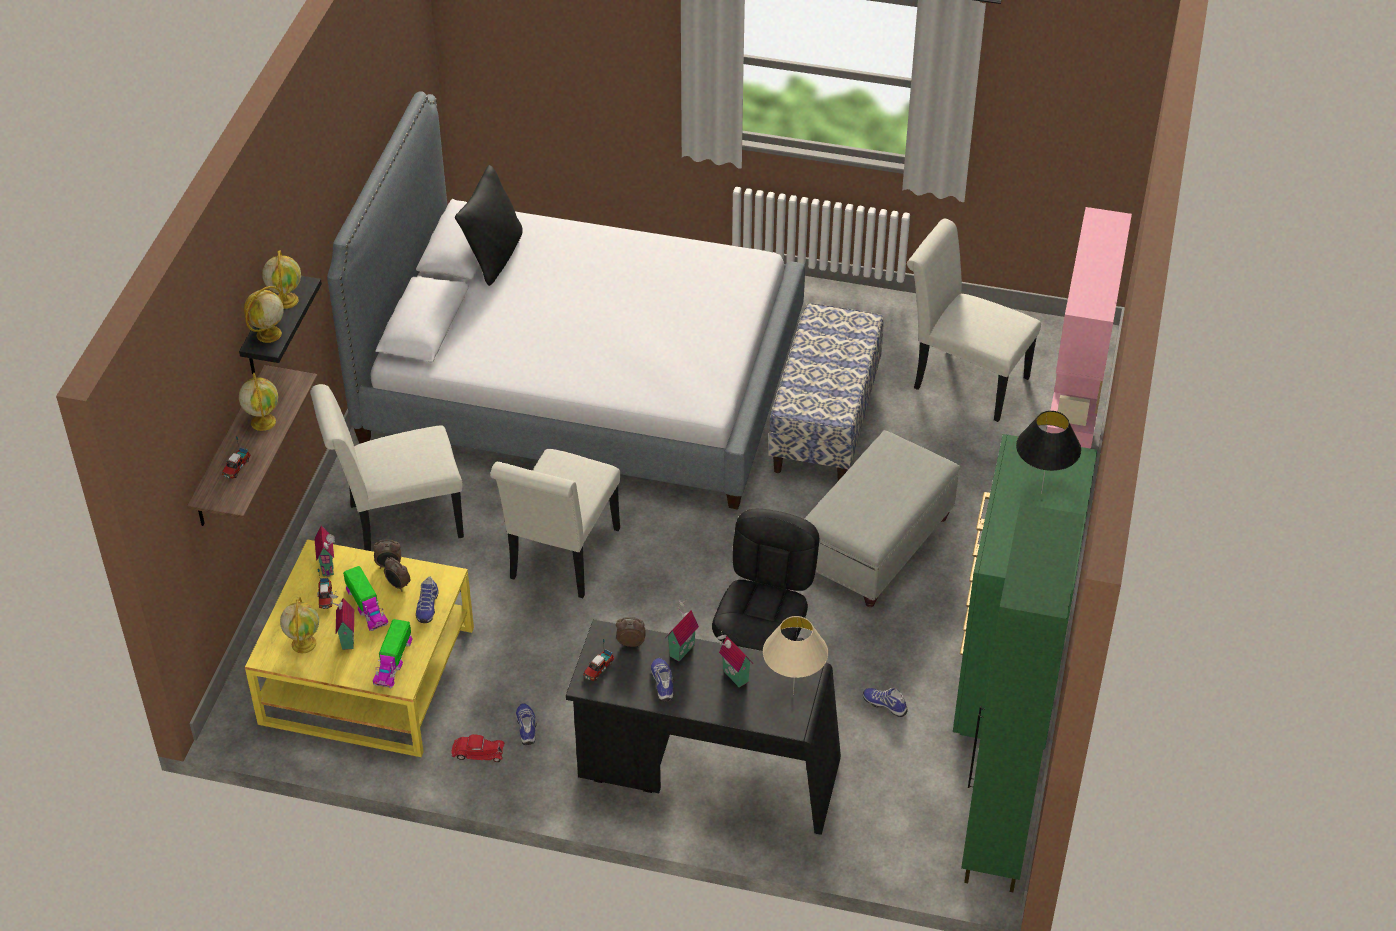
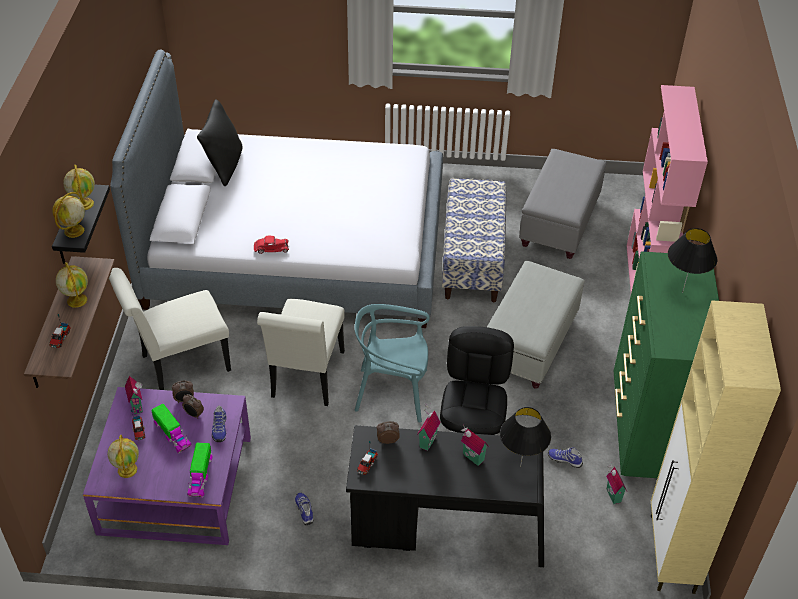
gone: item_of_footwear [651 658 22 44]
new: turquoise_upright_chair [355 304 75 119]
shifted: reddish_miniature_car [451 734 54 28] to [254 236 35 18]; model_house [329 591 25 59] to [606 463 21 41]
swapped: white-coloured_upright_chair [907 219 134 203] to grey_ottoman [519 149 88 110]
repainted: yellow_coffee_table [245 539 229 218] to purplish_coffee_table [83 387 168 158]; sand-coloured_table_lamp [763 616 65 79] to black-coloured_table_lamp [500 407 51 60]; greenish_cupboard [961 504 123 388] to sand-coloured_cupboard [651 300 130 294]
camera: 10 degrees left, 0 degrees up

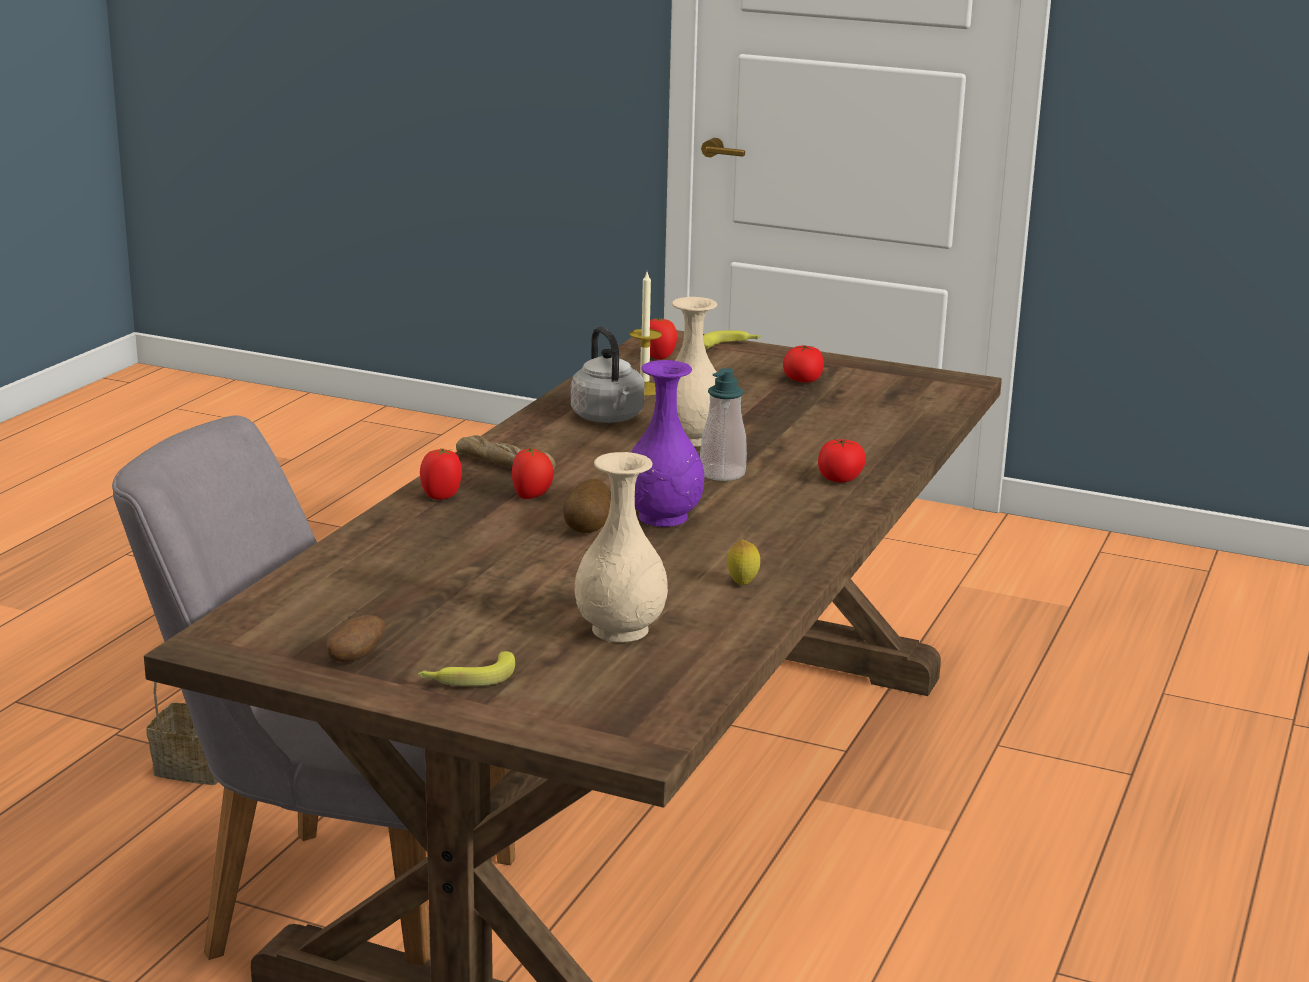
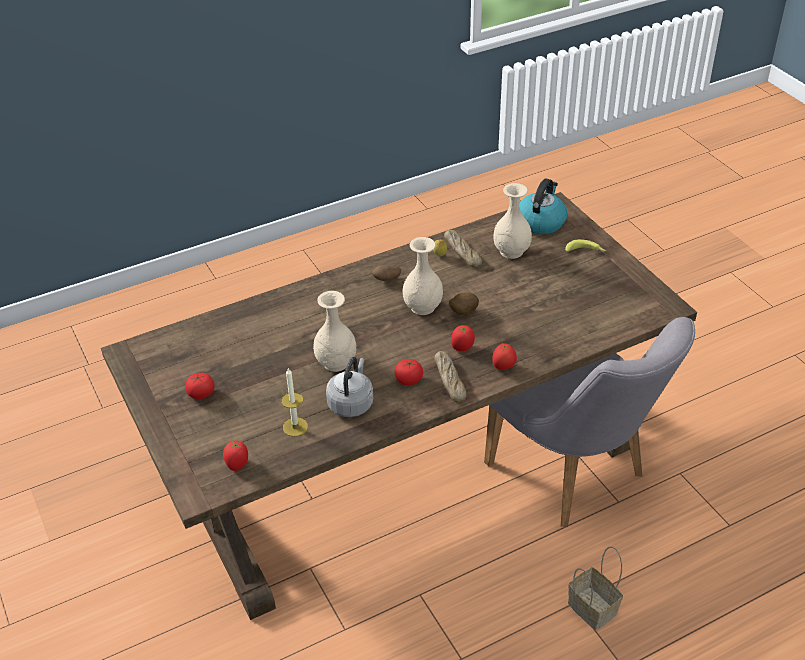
gone: liquid_soap_bottle [700 368 47 113]; banana_fruit [703 330 58 20]
new: bakery_bread [444 230 38 38]; kettle [519 178 48 56]
shifted: whole_potato [326 615 59 47] to [372 265 29 16]; tomato [818 439 48 44] to [394 359 29 27]
repainted: purplish_decorative_vase [631 360 74 167] to sand-coloured_decorative_vase [403 237 40 78]
camera: 140 degrees left, 20 degrees up

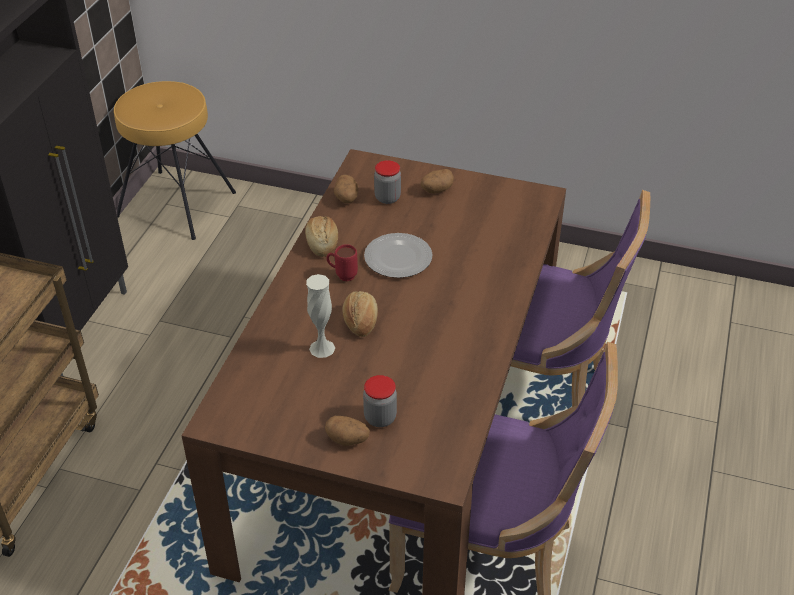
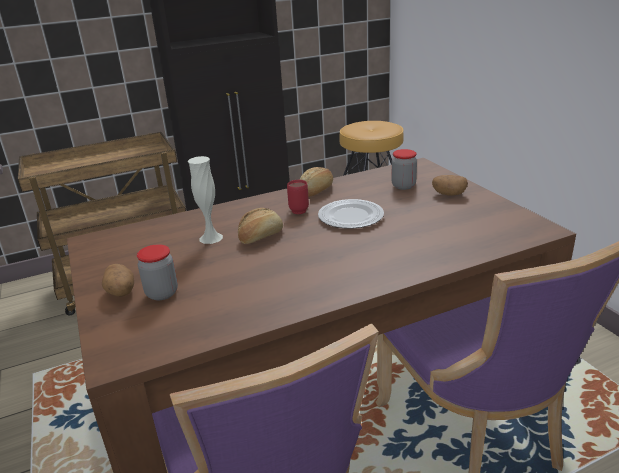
gone: whole_potato [334 175 25 28]
camera: 50 degrees right, 15 degrees down

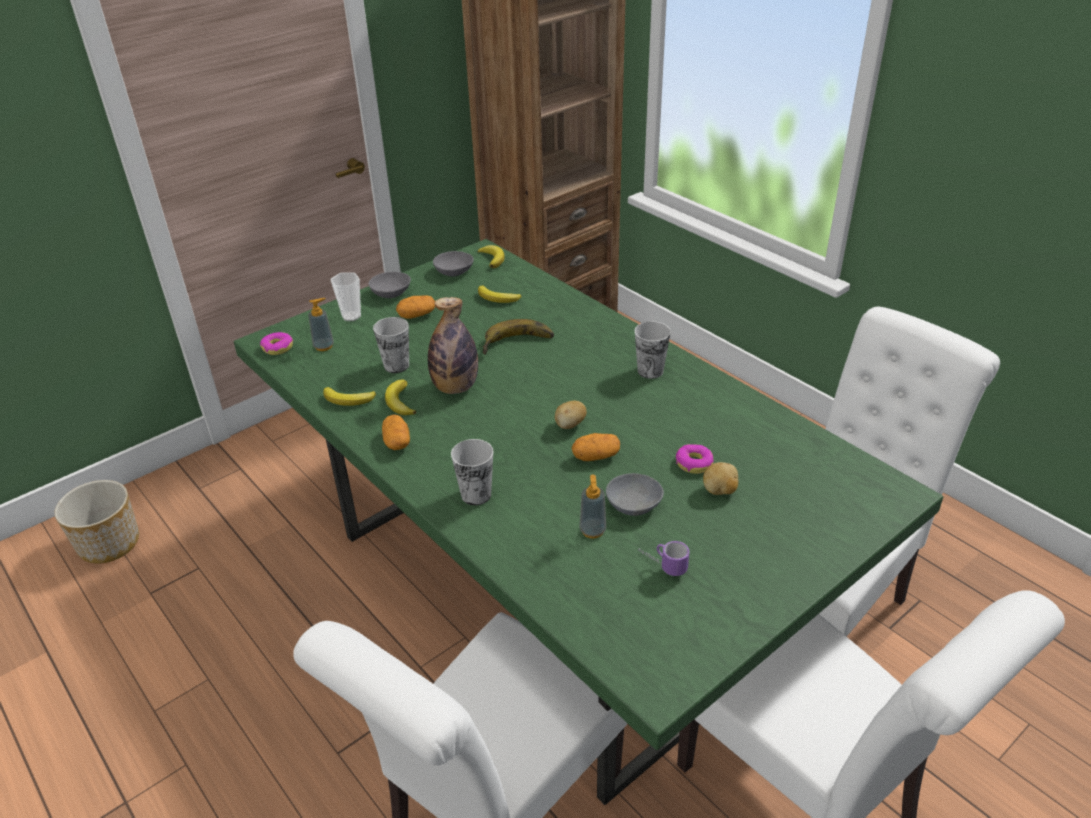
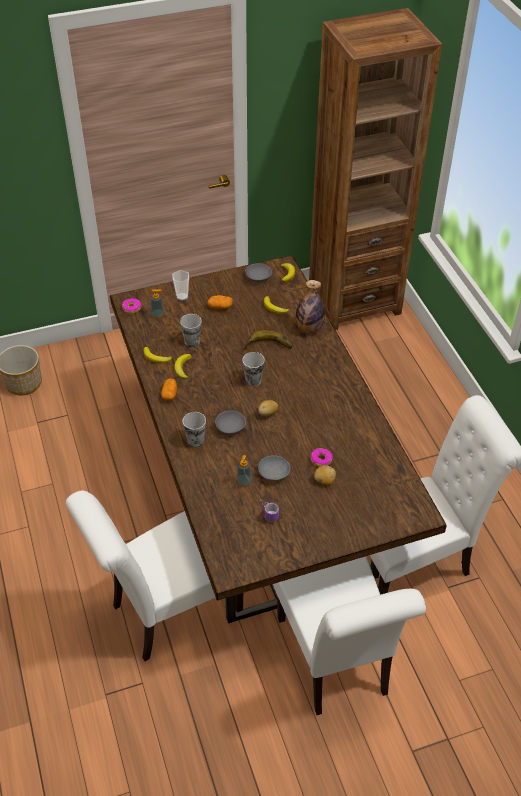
gone: whole_potato [572 433 48 28]
shifted: grey_deep_dish [369 272 42 26] to [215 411 31 24]; small_cup [635 321 36 58] to [242 352 23 34]; bottle [428 297 50 97] to [296 280 29 53]
repainted: greenish_dining_table [234 239 709 566] to brown-coloured_dining_table [110 255 337 368]
camera: 20 degrees right, 10 degrees up

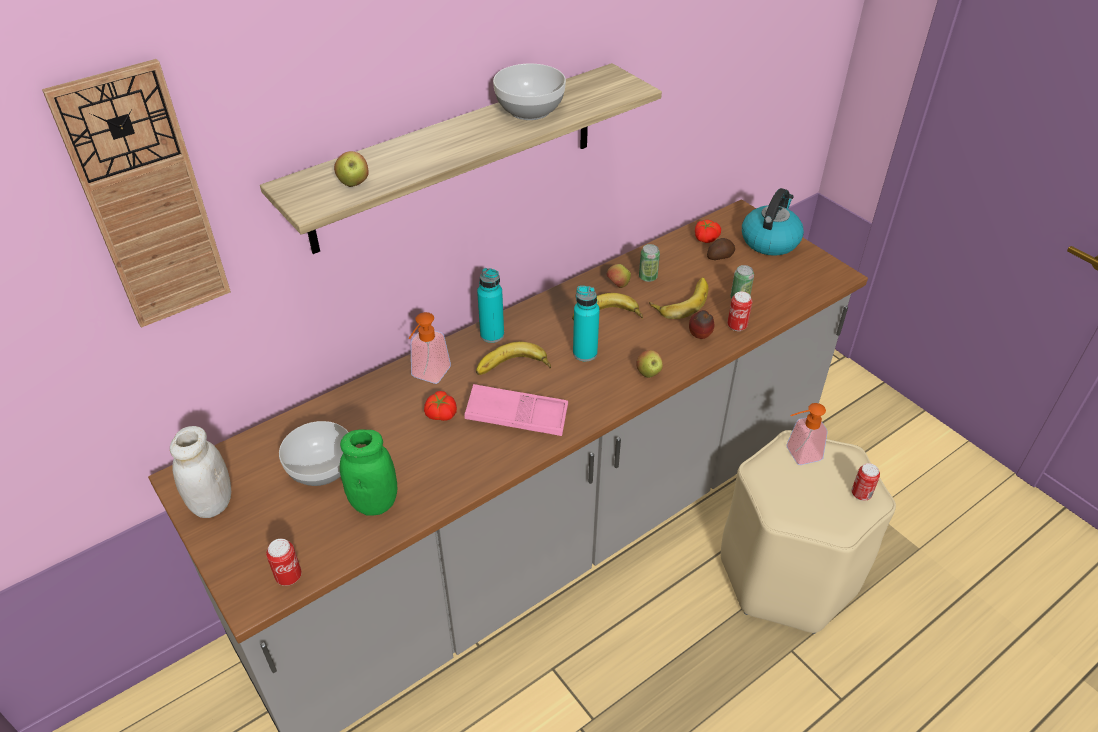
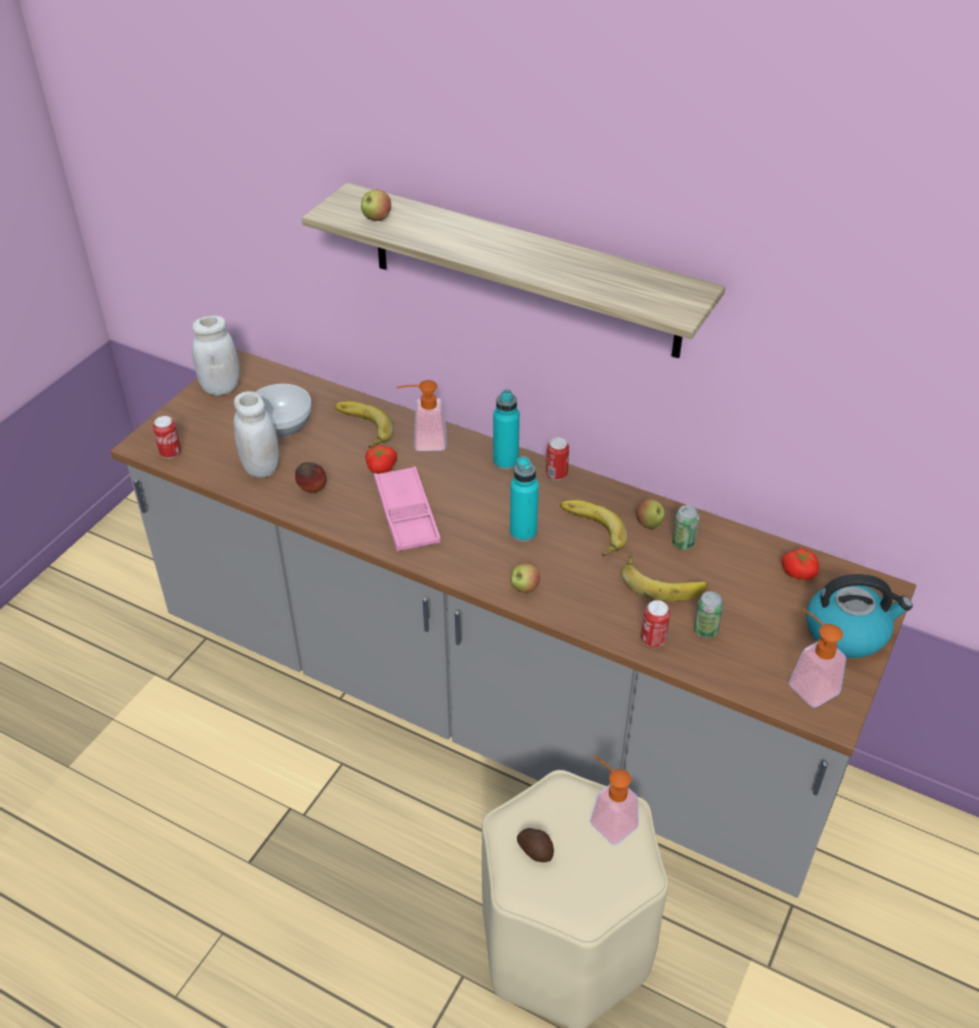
gone: wall_clock [42 59 189 269]; deep_dish [493 64 73 56]
new: liquid_soap_bottle [789 608 57 100]
shifted: whole_apple [689 310 26 29] to [295 462 32 31]; banana_fruit [476 342 75 33] to [335 401 58 47]; whole_potato [707 238 28 22] to [517 828 37 34]; metal_can [851 463 29 38] to [546 437 23 43]
repainted: greenish_preserve_jar [340 429 58 86] to white-coloured_preserve_jar [234 391 45 87]
camera: 65 degrees right, 0 degrees up

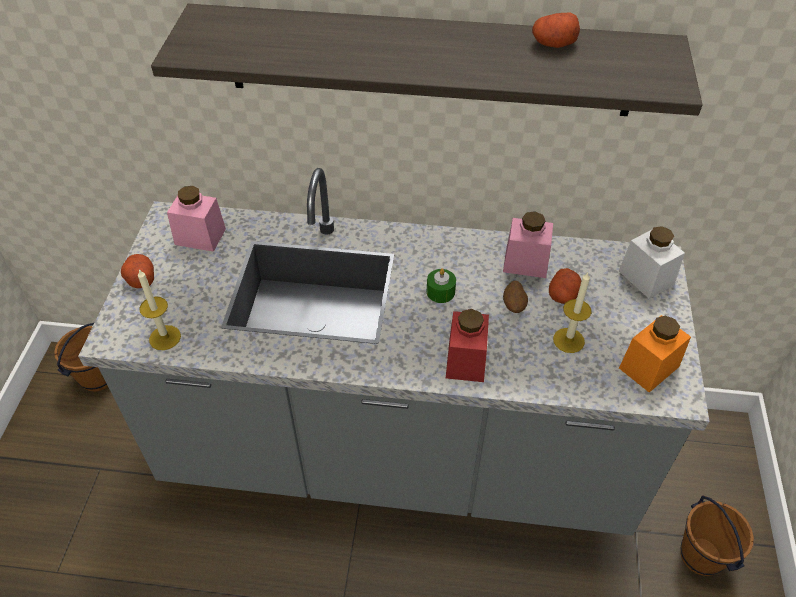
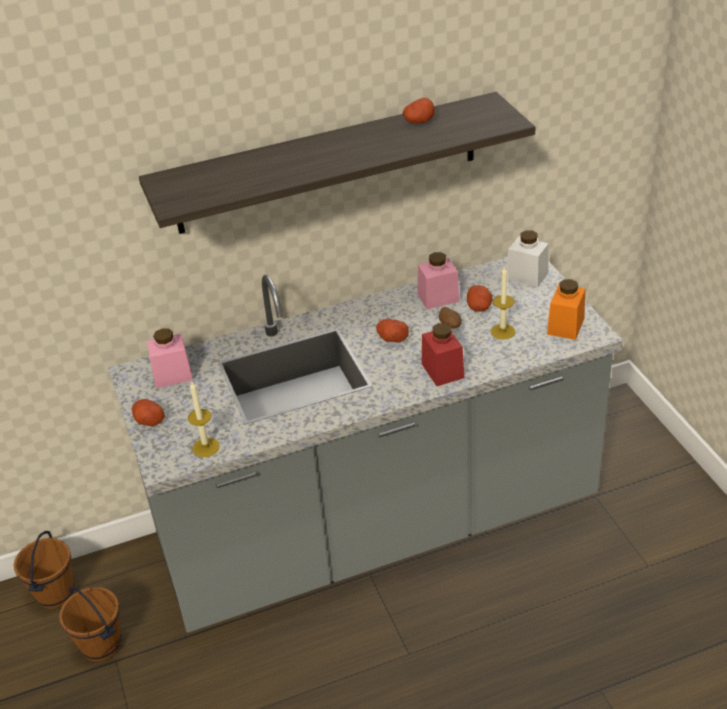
shifted: brown-coloured_bucket [680 495 74 81] to [59 587 62 75]
swapped: greenish_wax_candle [427 268 29 35] to whole_potato [376 319 33 24]
camera: 25 degrees left, 10 degrees down

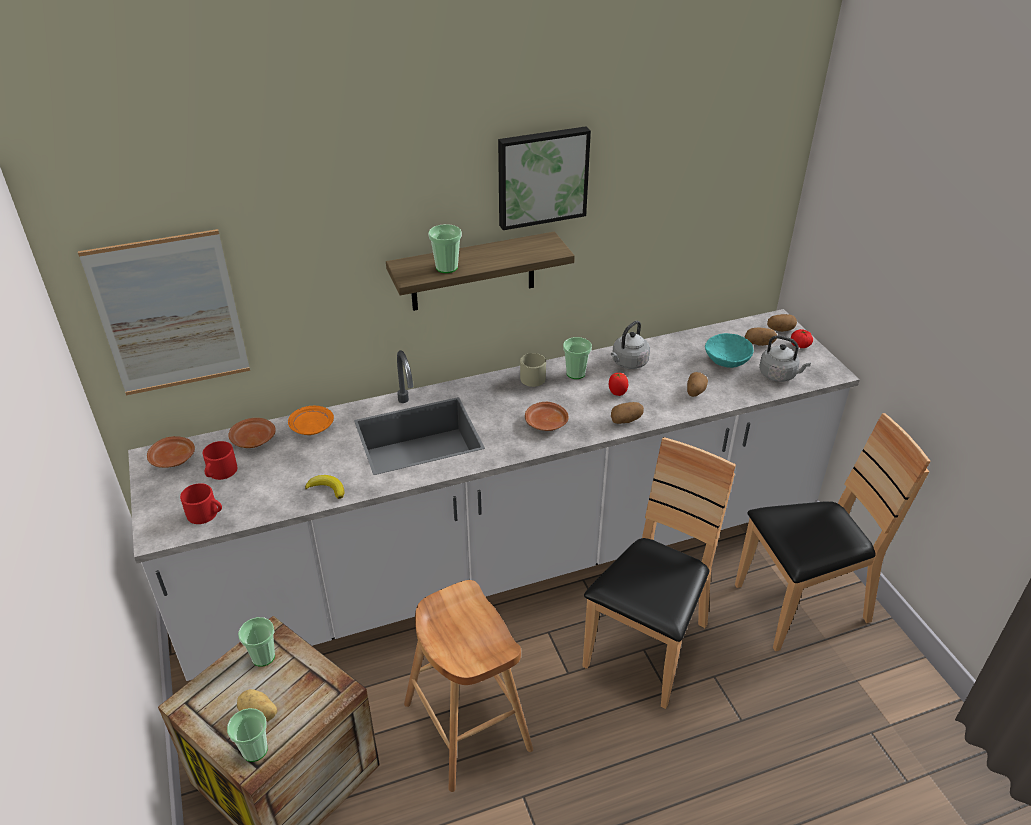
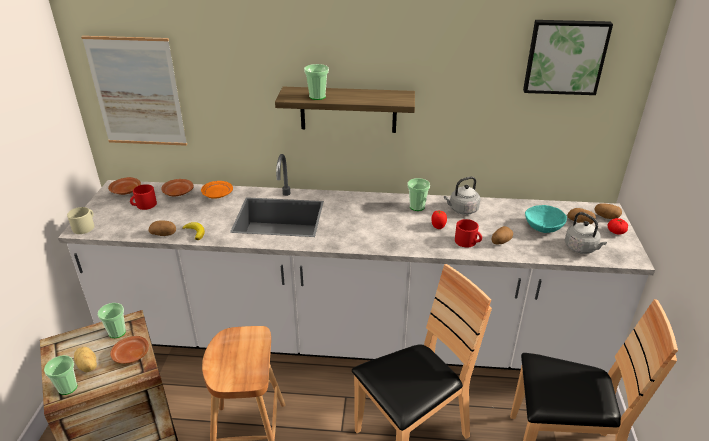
shifted: sand-coloured_coffee_mug [520 353 26 34] to [67 207 27 27]; brown-coloured_flat_dish [525 402 44 29] to [110 336 39 28]; whole_potato [611 402 33 22] to [148 220 28 16]; reddish_coffee_mug [180 483 42 41] to [455 219 27 28]; wall_art [498 126 93 104] to [523 20 90 75]
camera: 25 degrees right, 5 degrees down

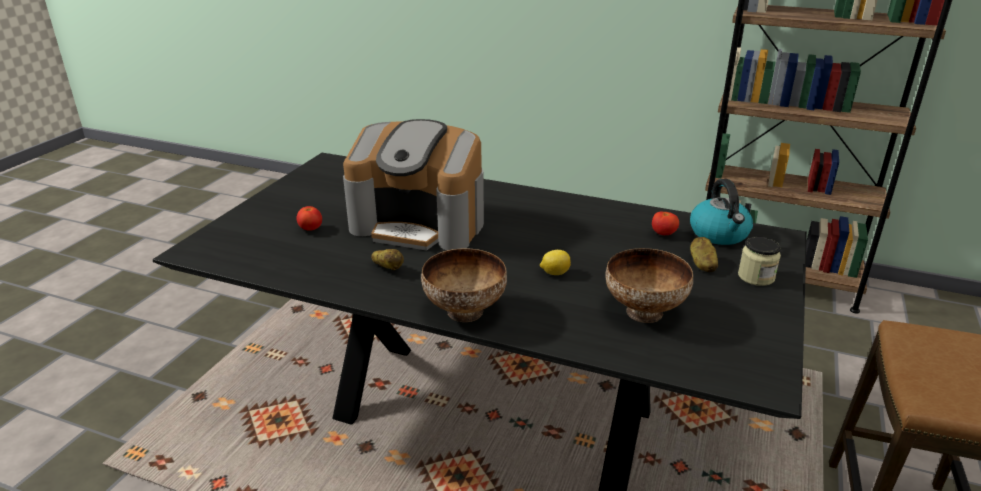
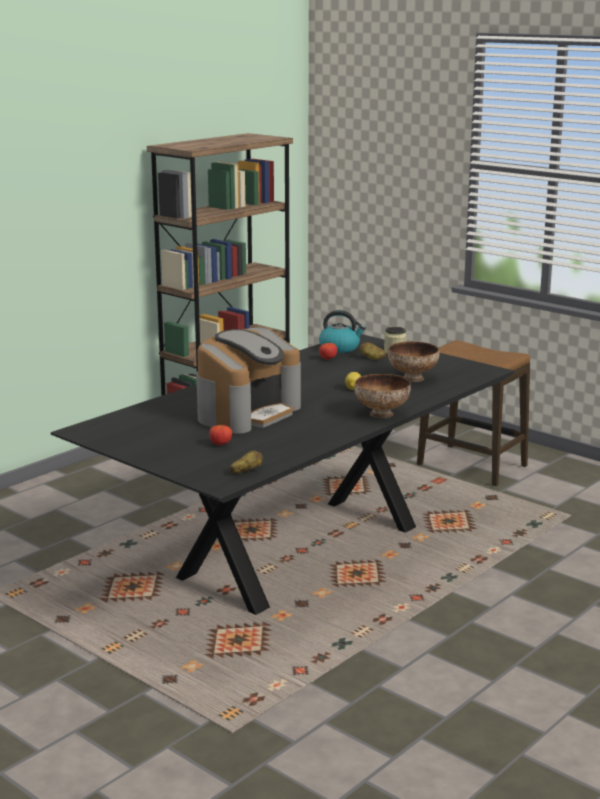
shifted: whole_potato [371 249 33 21] to [230 451 33 23]
camera: 70 degrees left, 10 degrees down

